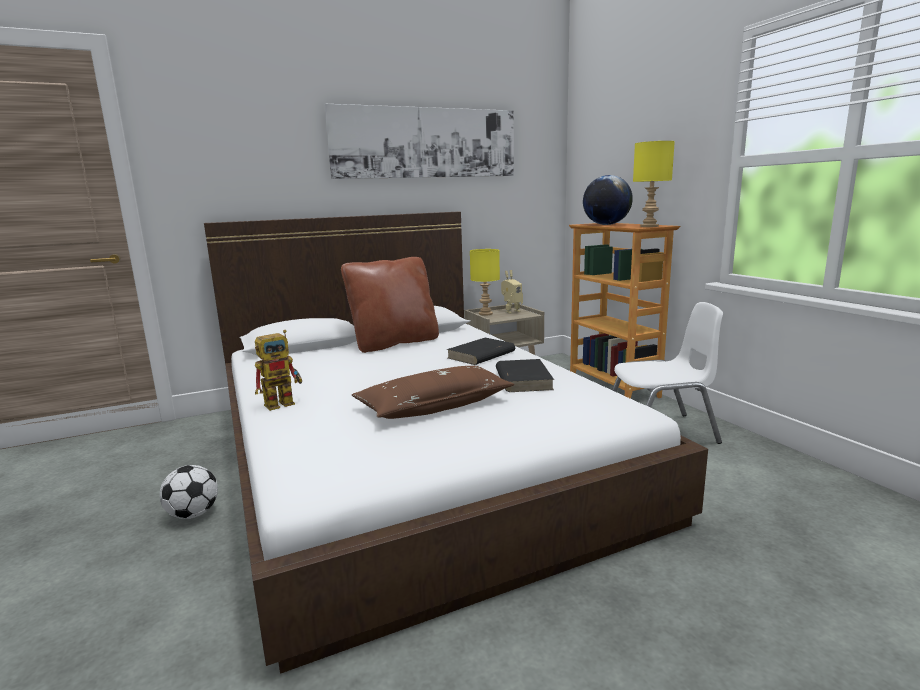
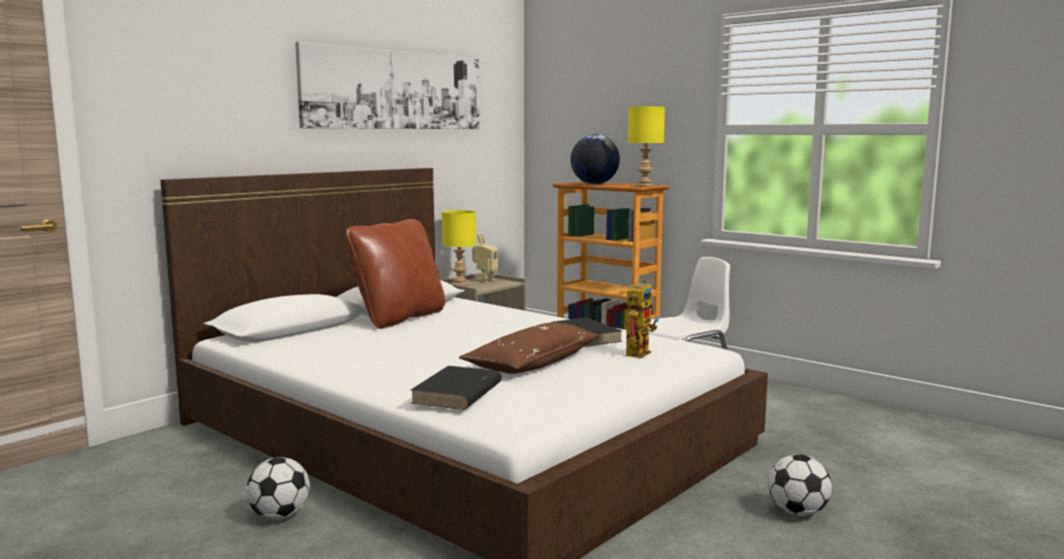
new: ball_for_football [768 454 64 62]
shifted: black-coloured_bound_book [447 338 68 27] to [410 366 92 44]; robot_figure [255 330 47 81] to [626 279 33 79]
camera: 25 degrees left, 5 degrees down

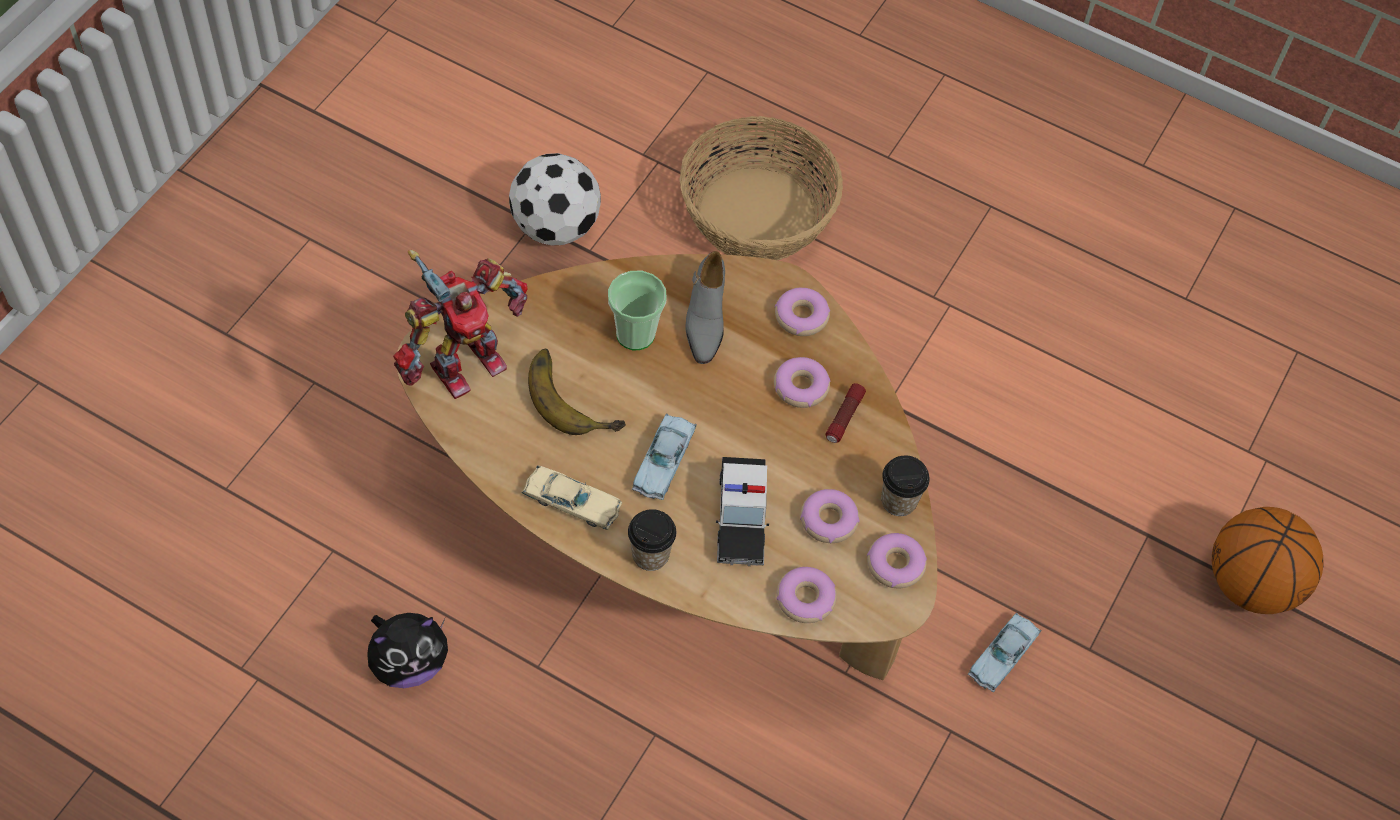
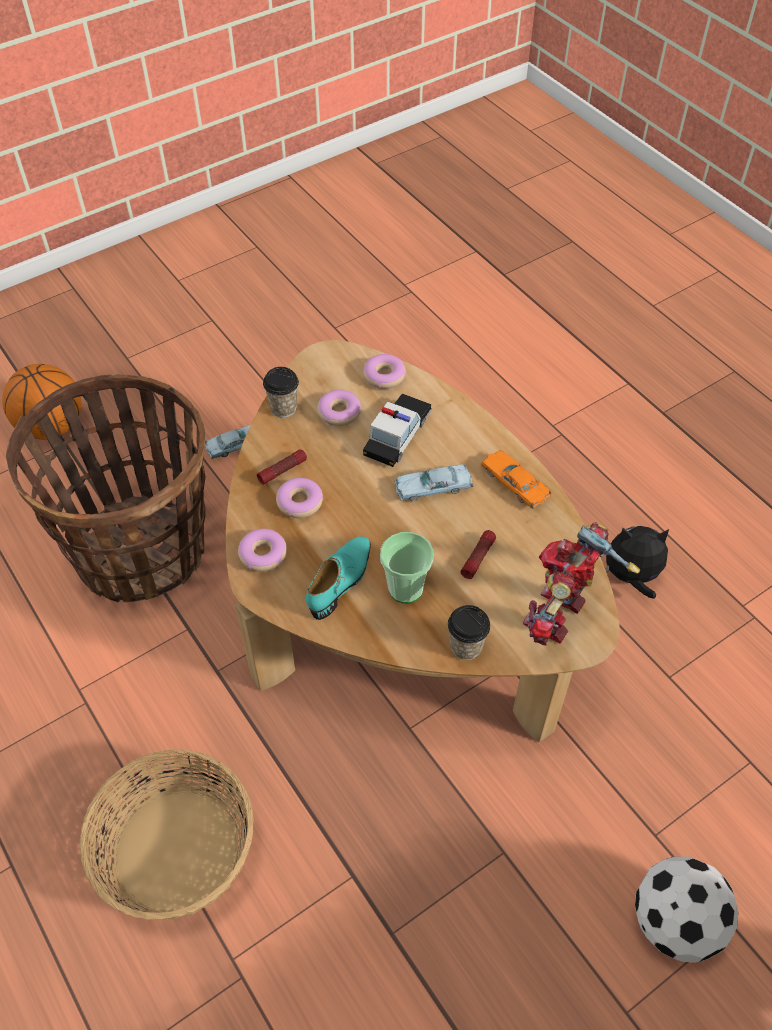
gone: ring_doughnut [867 533 60 56]
new: storage_basket [6 374 200 228]
shifted: small_cup [628 509 48 62] to [448 605 42 55]; ball_for_football [509 153 92 92] to [635 856 103 106]
swapped: banana_fruit [528 349 98 86] to flashlight [460 530 36 49]
repainted: grey_item_of_footwear [686 251 39 113] to turquoise_item_of_footwear [306 537 65 83]; sand-coloured_miniature_car [521 465 101 65] to orangey_miniature_car [480 450 72 59]
rotated: bluish_miniature_car [632 413 65 87] = [394 464 80 37] 150 degrees counterclockwise; robot_figure [393 250 135 149] = [523 522 117 124] 45 degrees counterclockwise
camera: 150 degrees left, 5 degrees down

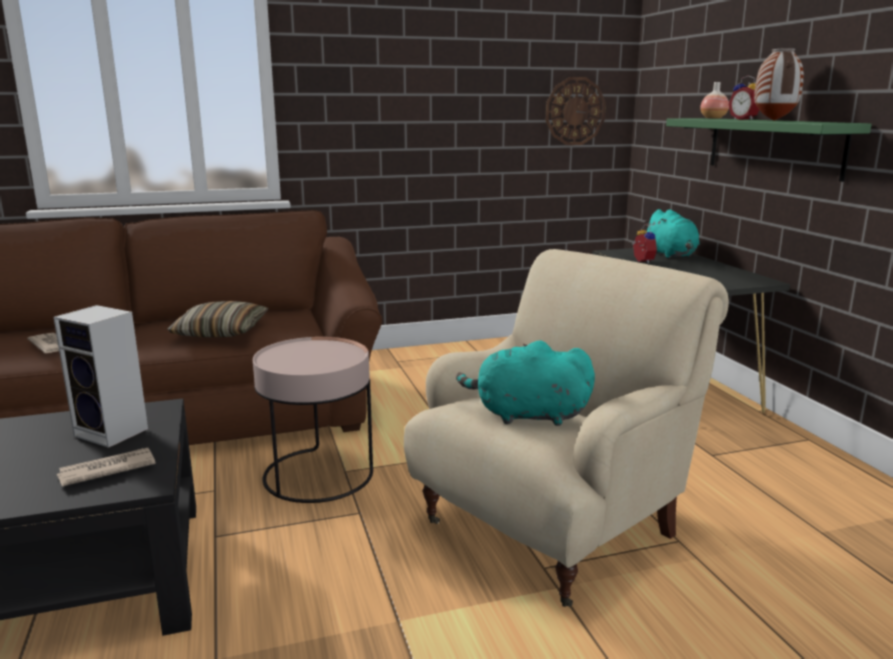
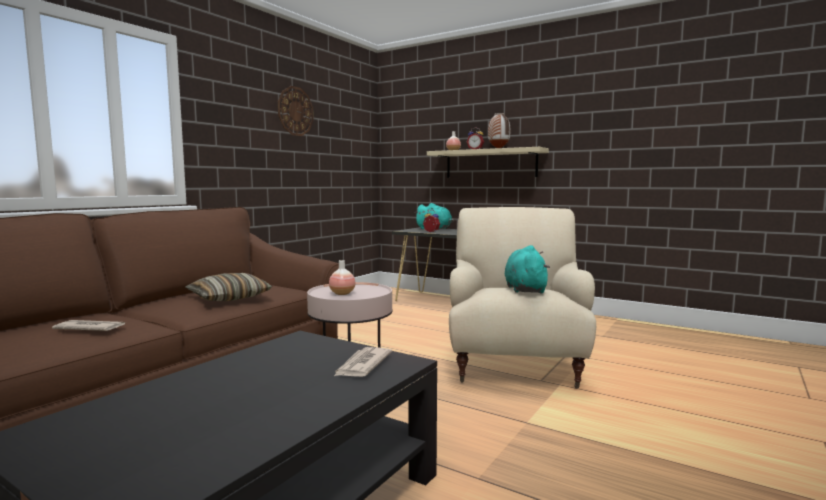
gone: loudspeaker [53 305 95 143]
new: decorative_vase [329 260 26 35]
shifted: wall_clock [545 77 61 68] to [278 86 36 50]
repainted: greenish_wall_shelf [666 118 206 64] to sand-coloured_wall_shelf [427 147 122 31]
rotated: turquoise_cuddly_toy [456 341 139 85] = [505 245 45 49] 120 degrees clockwise
camera: 40 degrees left, 10 degrees down

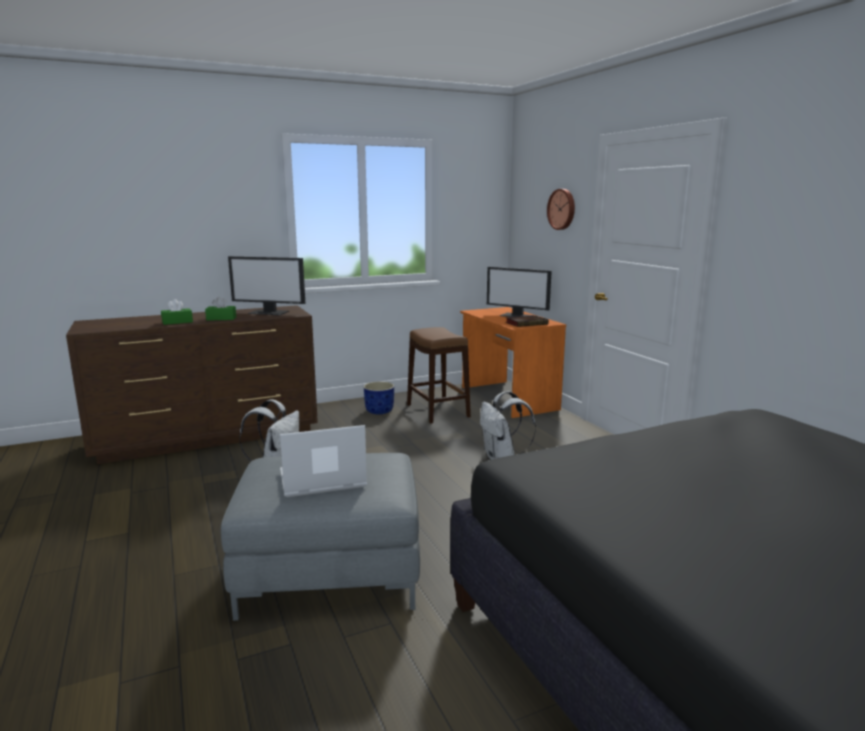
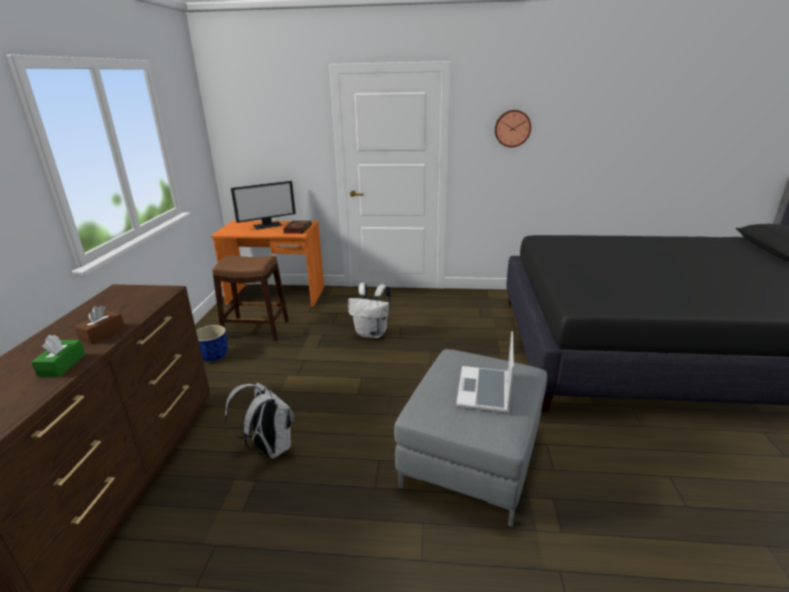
gone: computer_display [228 256 77 59]
shifted: wall_clock [547 189 28 41] to [495 110 36 37]
repainted: greenish_box_of_tissues [205 296 31 25] to brown-coloured_box_of_tissues [74 305 51 40]
camera: 60 degrees left, 10 degrees up

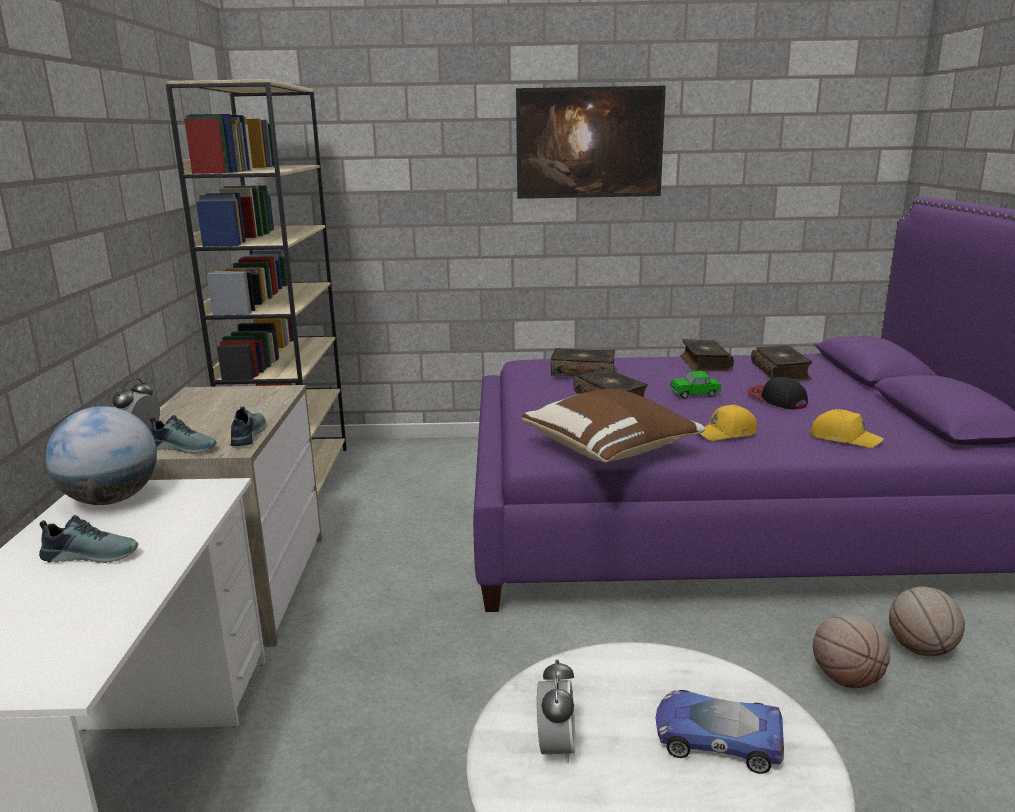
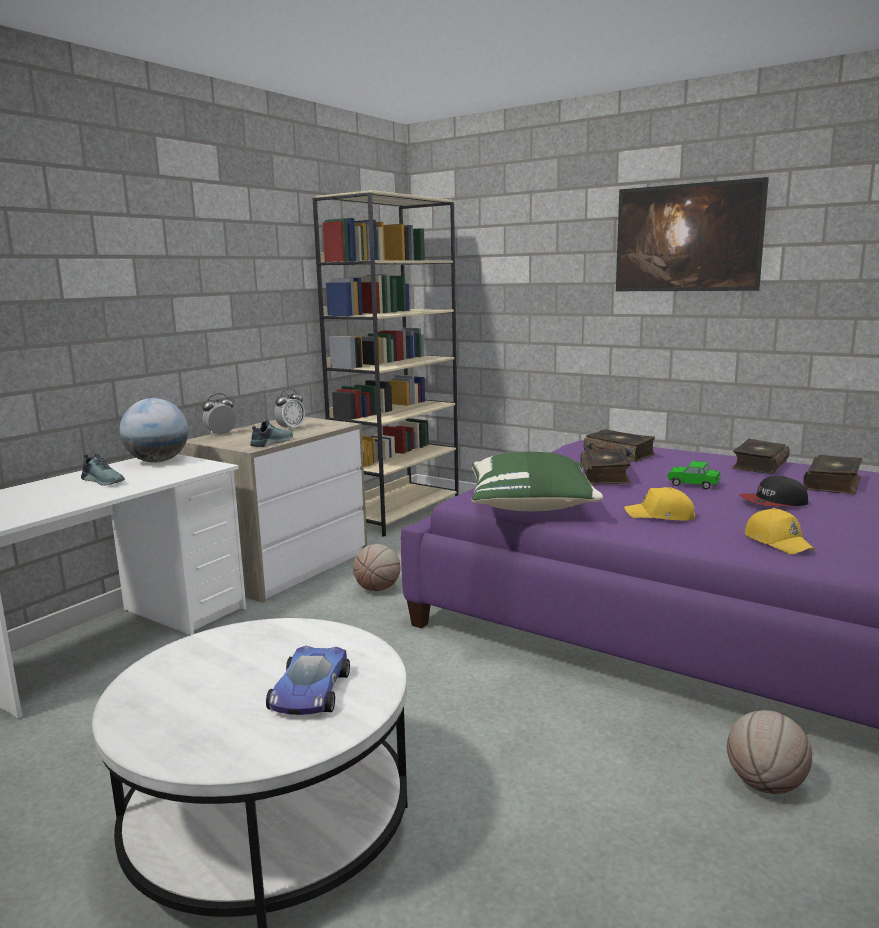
gone: item_of_footwear [150 415 67 39]
shifted: bedside_clock [537 659 38 105] to [274 389 31 41]; ball_for_basketball [813 614 77 74] to [353 544 48 47]
repainted: brown-coloured_cushion [521 389 184 73] to greenish_cushion [472 452 131 59]
rotated: miniature_car [656 690 128 84] = [266 646 84 69] 135 degrees counterclockwise; peaked_cap [748 377 60 33] = [739 476 69 30] 105 degrees counterclockwise
camera: 35 degrees right, 5 degrees down

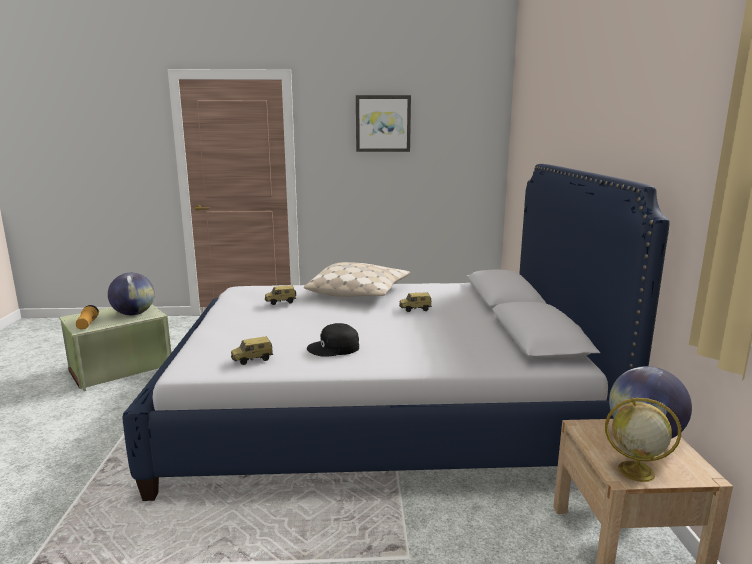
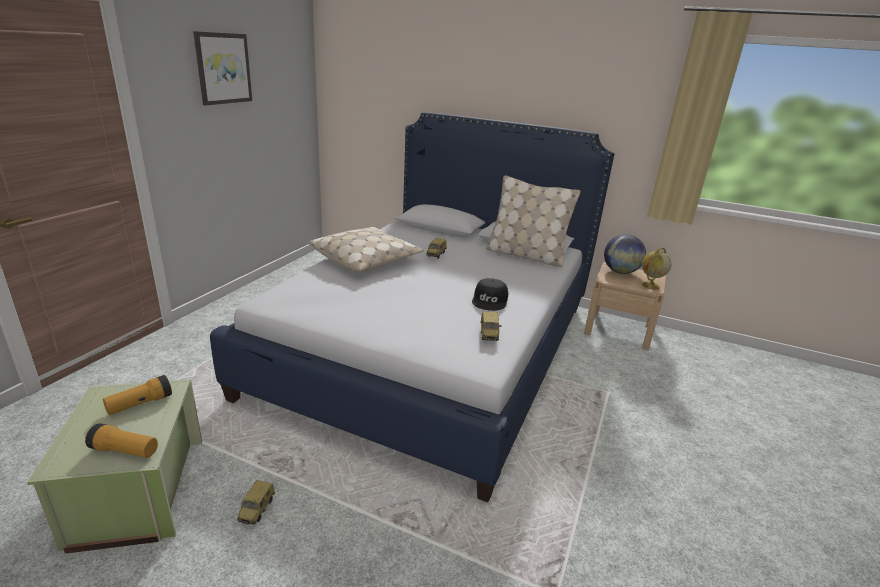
new: sand-coloured_cushion [486 175 94 92]
shifted: miniature_car [265 285 31 20] to [237 480 39 45]
swapped: desk_globe [108 273 47 42] to flashlight [103 375 69 40]
camera: 65 degrees left, 10 degrees up

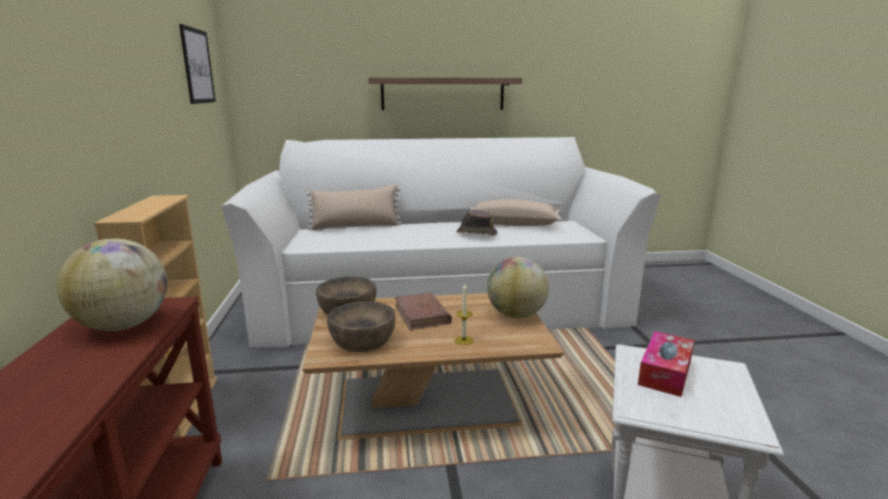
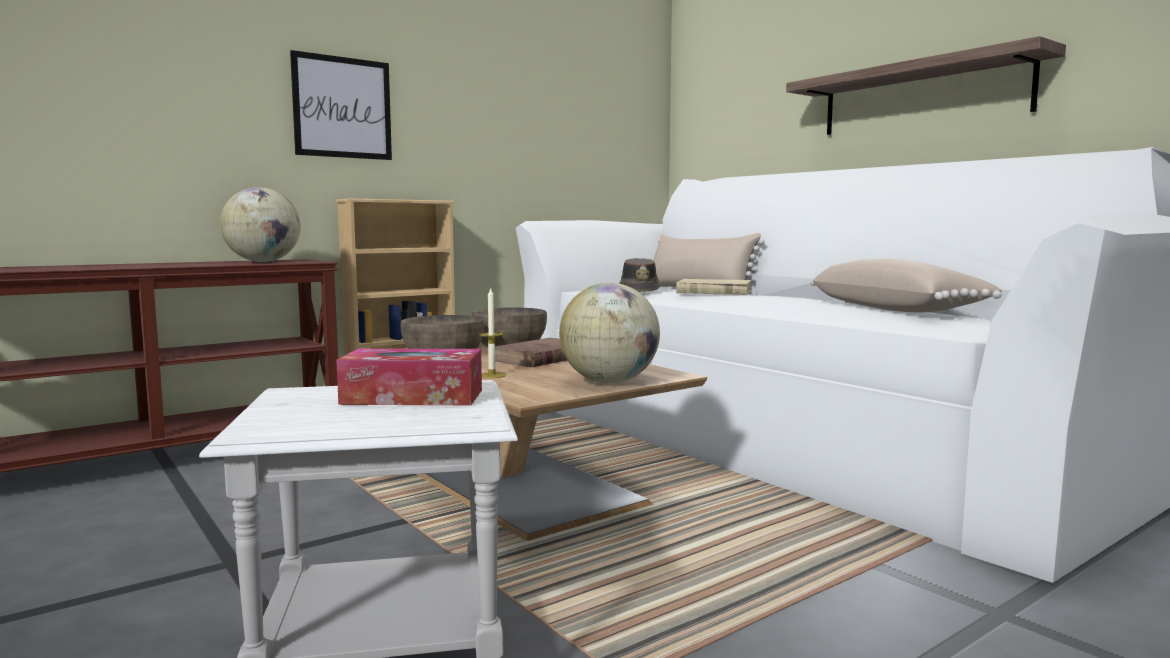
new: sand-coloured_bound_book [676 279 76 16]
shifted: wall_art [179 24 37 80] to [290 50 102 110]; brown-coloured_wearable_hat [457 210 41 26] to [619 258 41 34]
camera: 60 degrees right, 10 degrees down

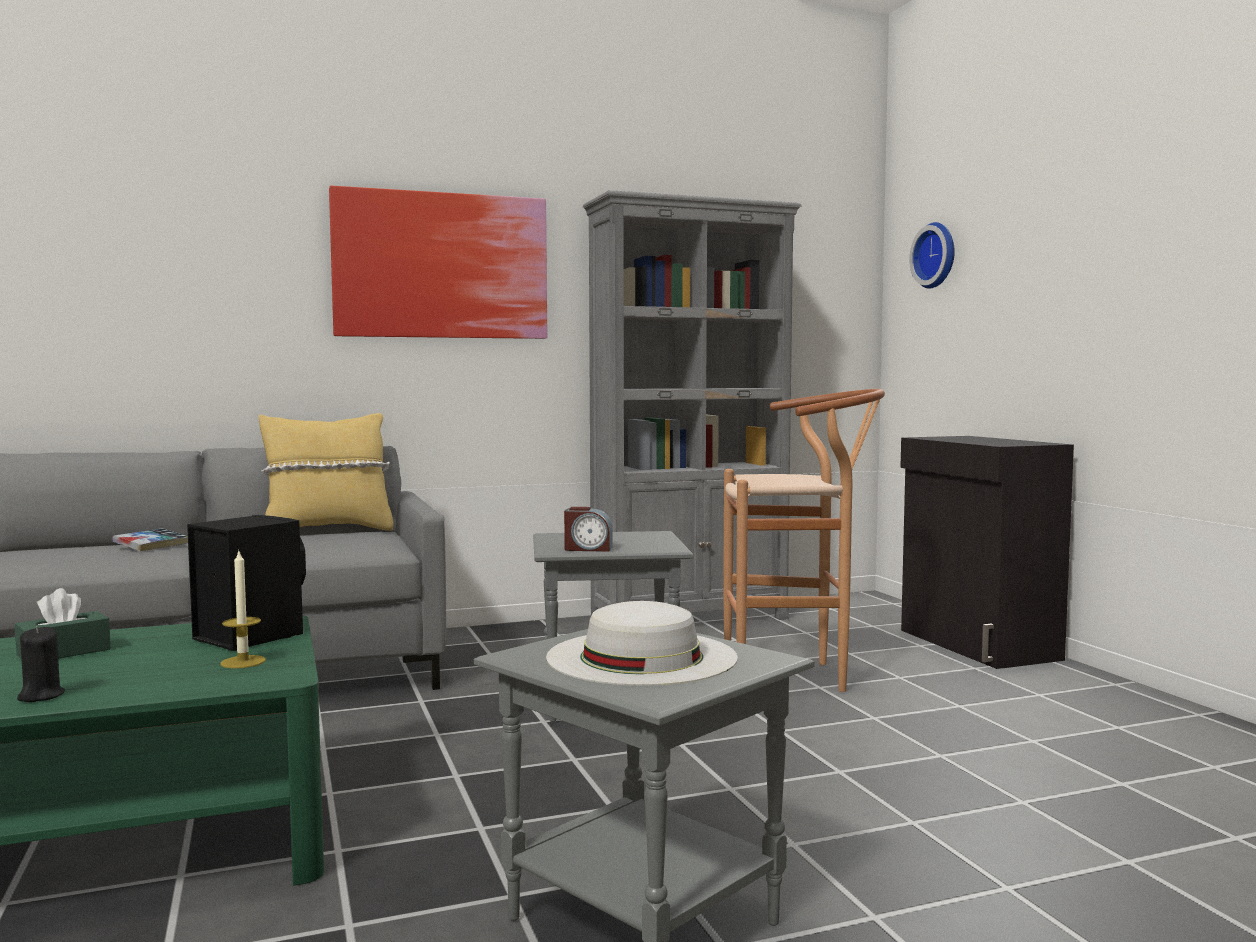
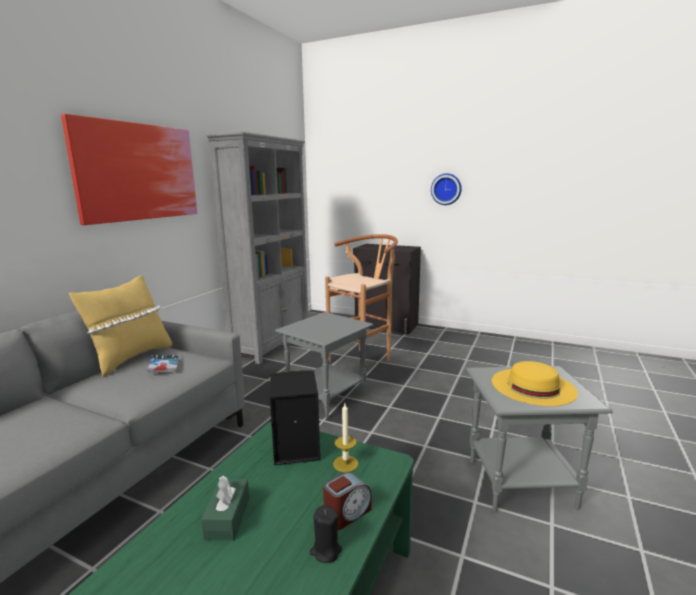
shifted: bound_book [112 528 76 24] to [147 355 32 17]; bedside_clock [564 507 48 45] to [323 472 48 58]; wall_clock [909 222 46 67] to [431 173 31 32]
repainted: white-coloured_wearable_hat [546 601 192 85] to yellow_wearable_hat [492 361 86 45]
camera: 45 degrees left, 10 degrees up

